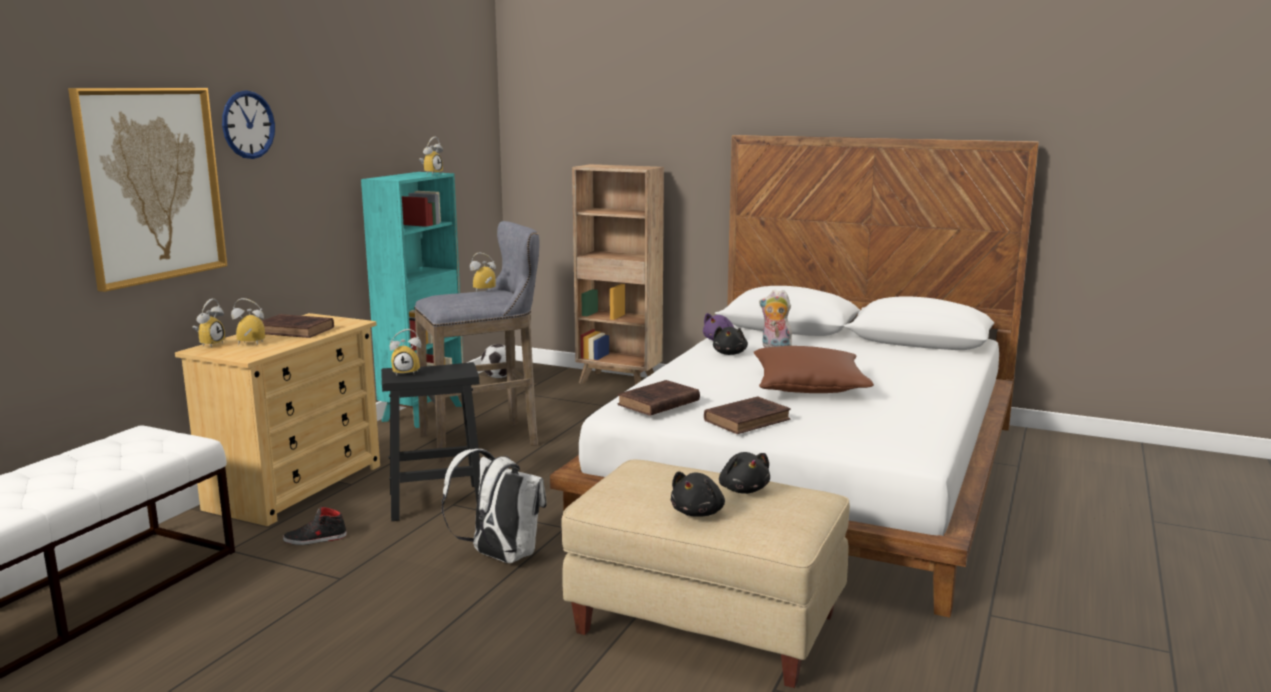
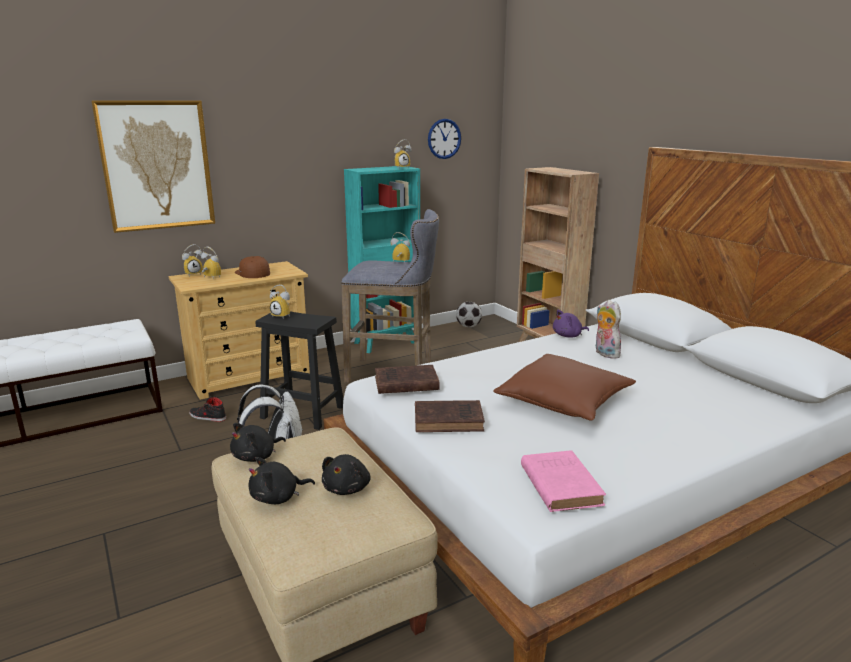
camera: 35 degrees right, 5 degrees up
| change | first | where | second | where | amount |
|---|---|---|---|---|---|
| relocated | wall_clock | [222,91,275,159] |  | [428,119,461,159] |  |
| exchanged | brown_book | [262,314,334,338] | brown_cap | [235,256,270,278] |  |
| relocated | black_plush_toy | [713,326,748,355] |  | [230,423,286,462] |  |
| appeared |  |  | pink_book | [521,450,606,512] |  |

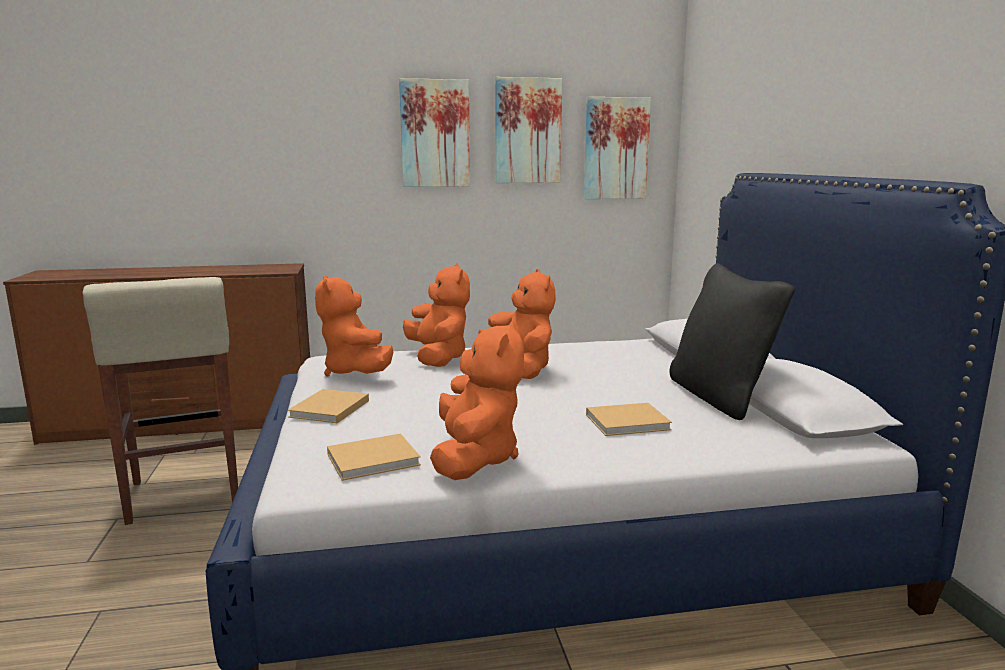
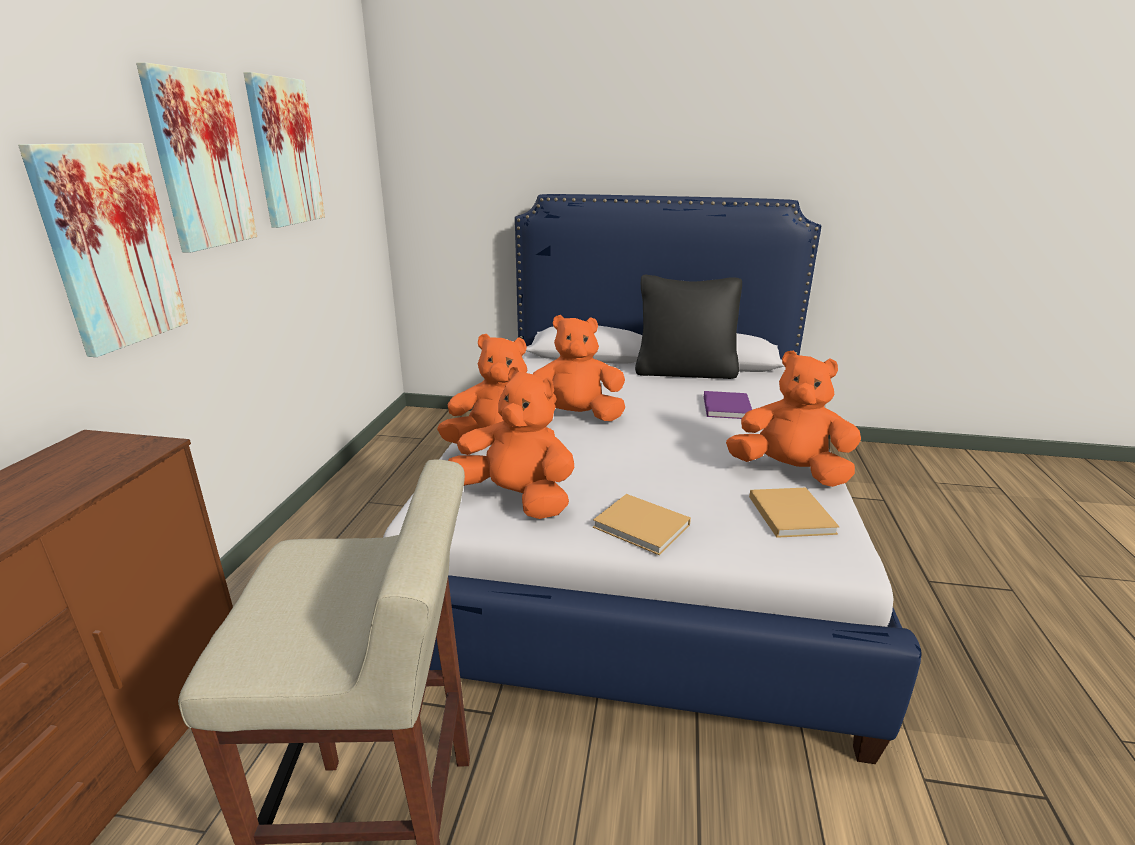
camera: 70 degrees left, 10 degrees up
| change | first | where | second | where | amount |
|---|---|---|---|---|---|
| spun | orange_plush_toy | [315,275,393,376] |  | [448,367,574,519] | 150 degrees counterclockwise |
| relocated | picture | [584,97,651,199] |  | [18,143,188,357] |  |
| colour | beige_book | [586,403,672,436] | purple_book | [704,391,752,419] |  |

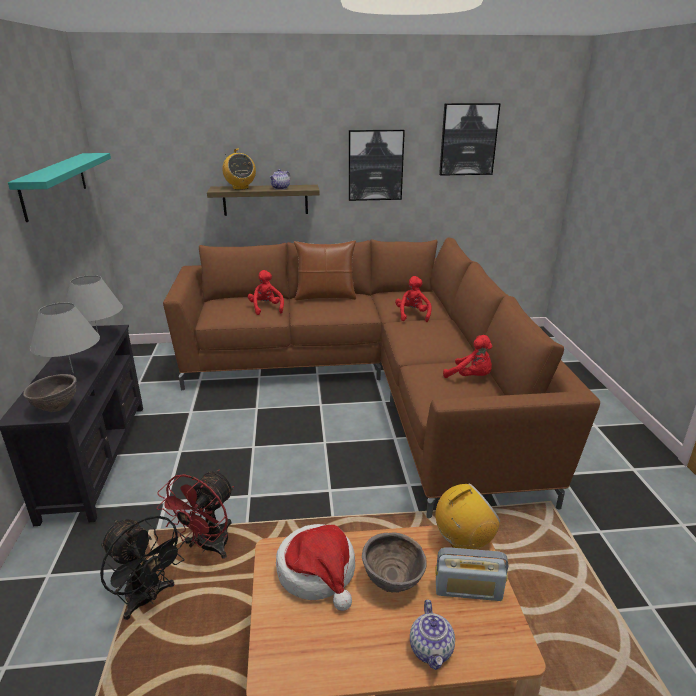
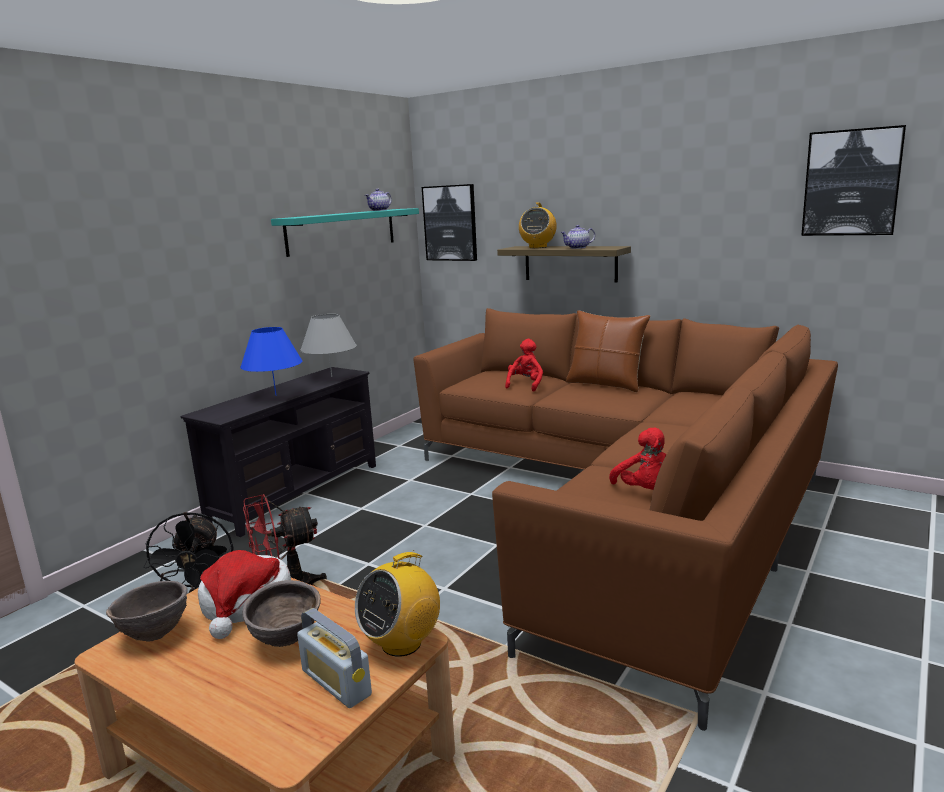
camera: 40 degrees right, 10 degrees down
| change | first | where | second | where | amount |
|---|---|---|---|---|---|
| relocated | brown_bowl | [23,374,77,412] |  | [106,581,188,642] |  |
| colour | grey_table_lamp | [30,302,100,373] | blue_table_lamp | [240,327,303,396] |  |
| relocated | picture | [348,130,405,201] |  | [422,184,477,261] |  |
| missing | red_plush_toy | [395,276,432,322] |  |  |  |
| relocated | teapot | [410,600,455,670] |  | [365,189,392,211] |  |
| spun | radio | [435,483,501,550] |  | [355,550,440,657] | 120 degrees clockwise |

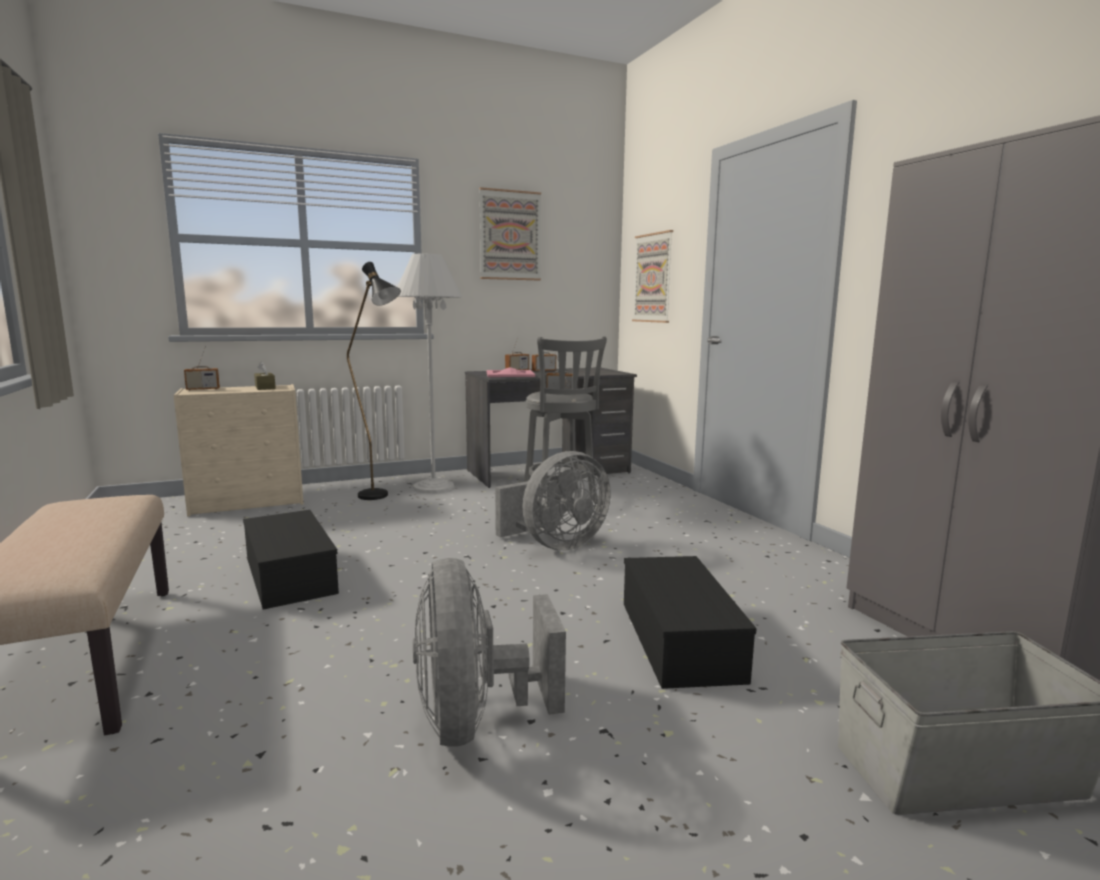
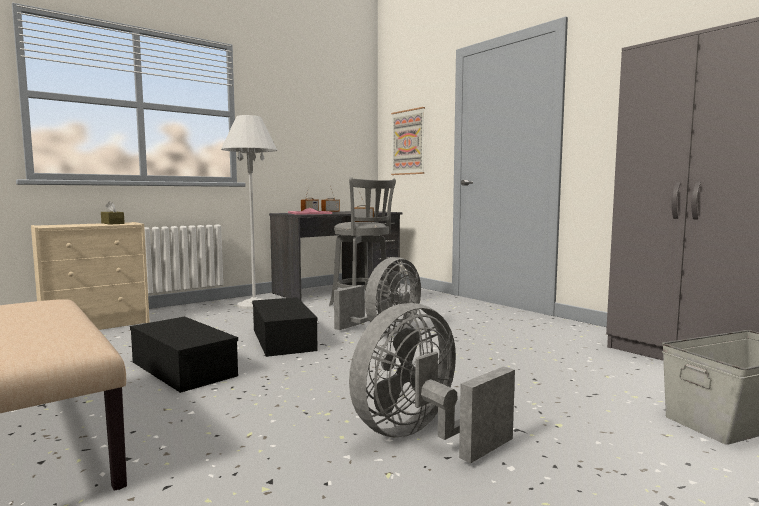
camera: 15 degrees left, 5 degrees down
| change | first | where | second | where | amount |
|---|---|---|---|---|---|
| missing | radio | [184,346,220,390] |  |  |  |
| missing | black_floor_lamp | [347,262,401,500] |  |  |  |
| spun | grey_fan | [413,558,566,747] |  | [349,303,515,463] | 75 degrees clockwise |
| missing | picture | [479,187,541,280] |  |  |  |
| relocated | black_storage_box | [624,556,757,689] |  | [252,297,318,357] |  |

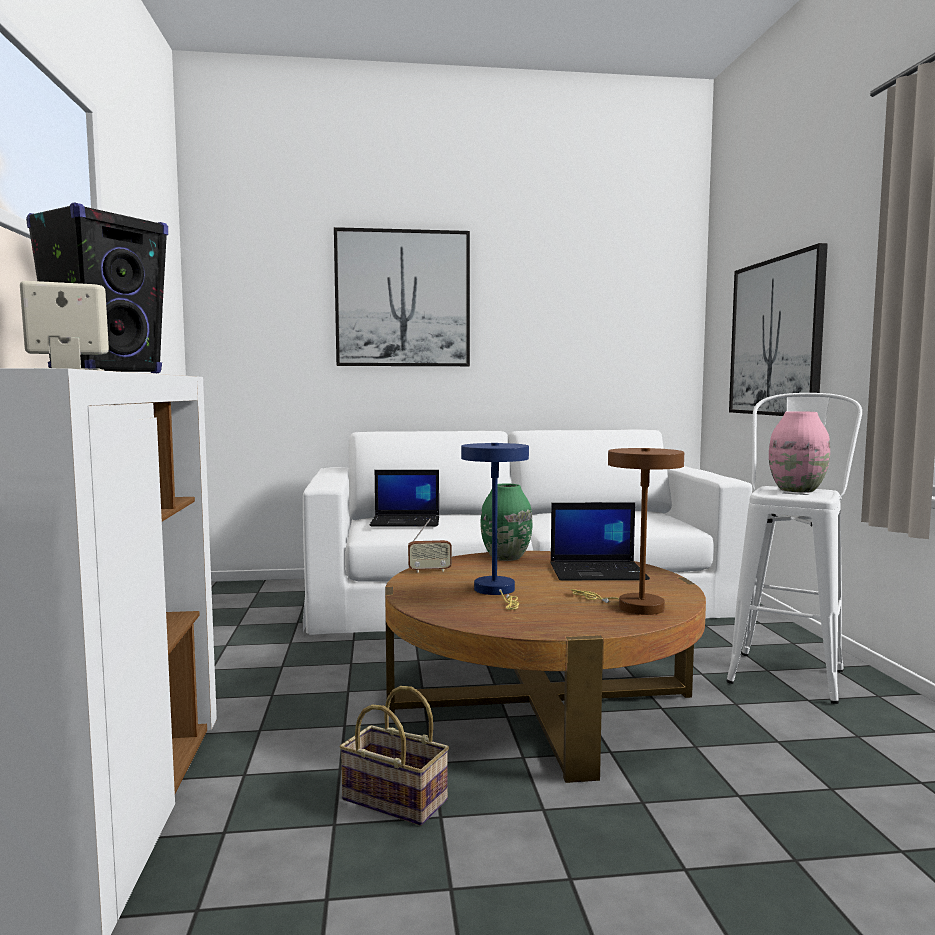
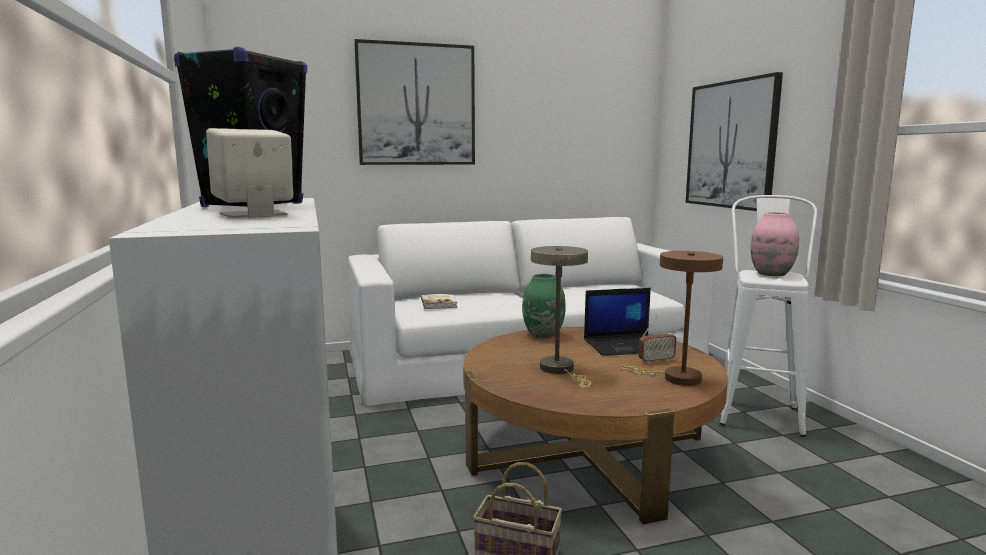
camera: 10 degrees left, 5 degrees up
| change | first | where | second | where | amount |
|---|---|---|---|---|---|
| exchanged | laptop | [370,470,439,527] | book | [421,293,458,309] |  |
| relocated | radio | [408,519,452,573] |  | [639,316,677,364] |  |
| colour | blue_table_lamp | [461,443,529,610] | beige_table_lamp | [531,246,591,388] |  |

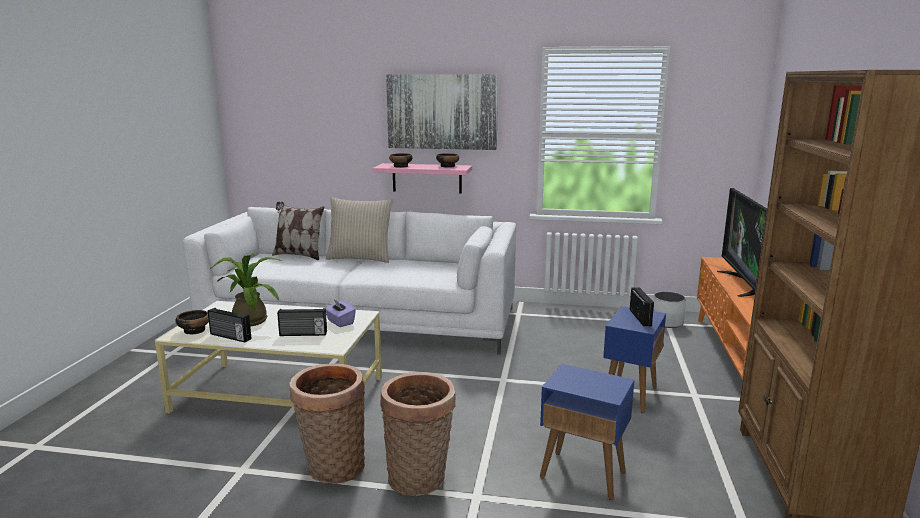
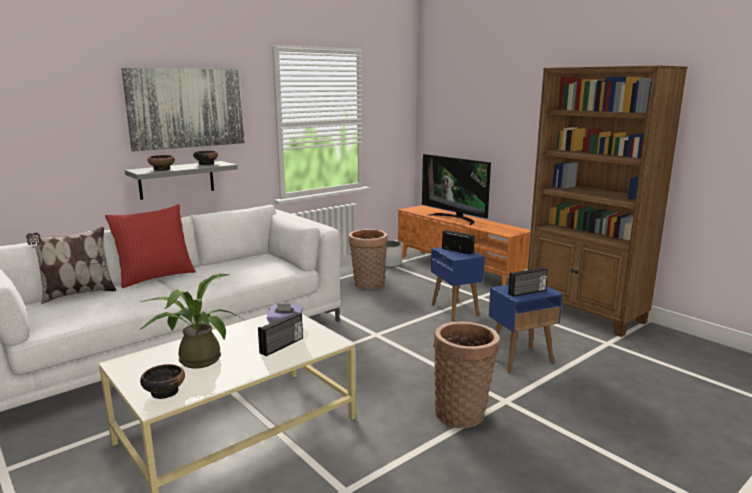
camera: 50 degrees left, 0 degrees up
| change | first | where | second | where | amount |
|---|---|---|---|---|---|
| relocated | radio | [208,308,251,343] |  | [508,267,548,297] |  |
| relocated | basket | [289,363,365,484] |  | [348,229,388,289] |  |
| colour | beige_pillow | [326,198,393,263] | red_pillow | [105,204,196,288] |  |
| colour | pink_shelf | [372,163,472,194] | grey_shelf | [125,161,238,200] |  |

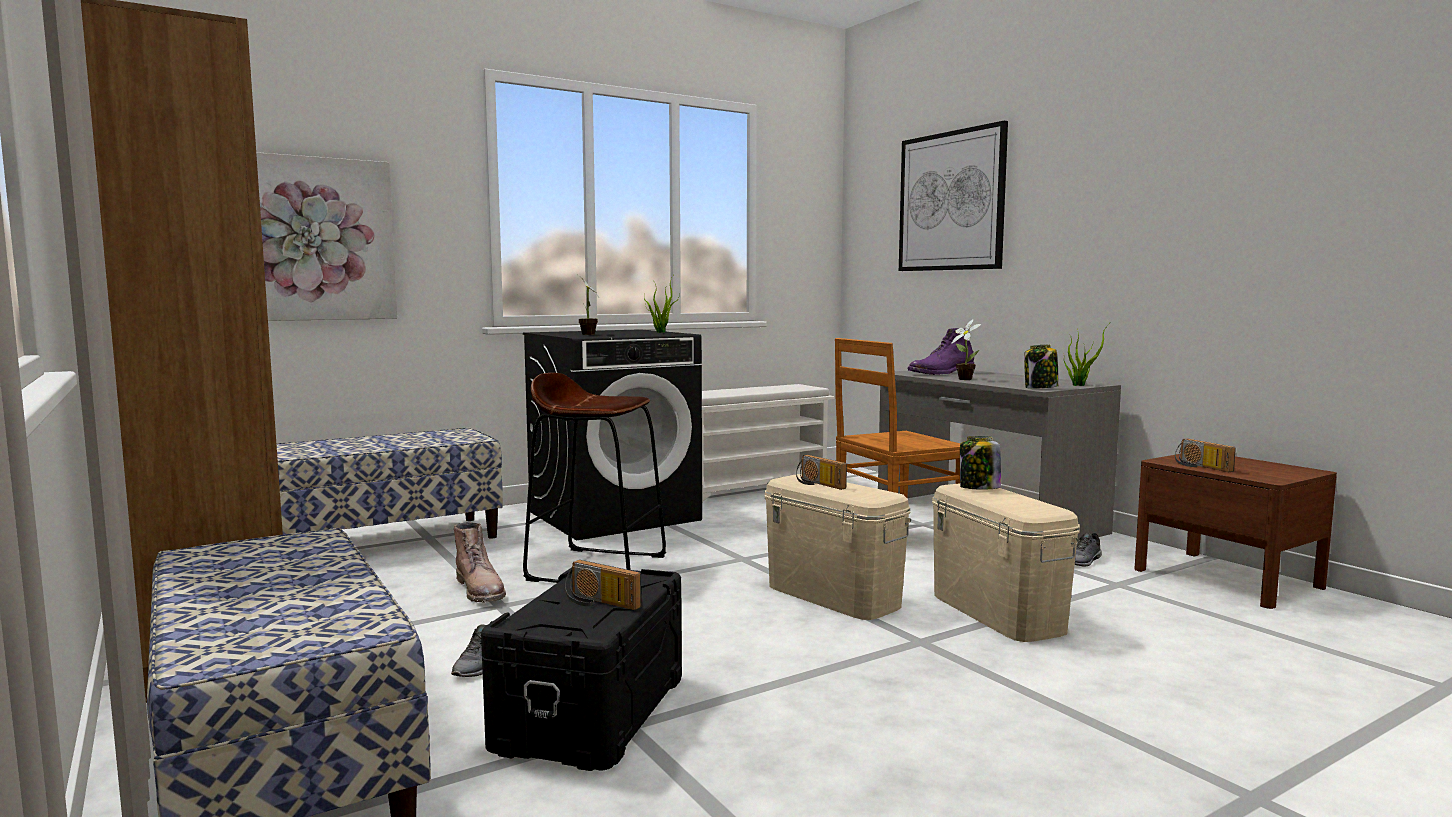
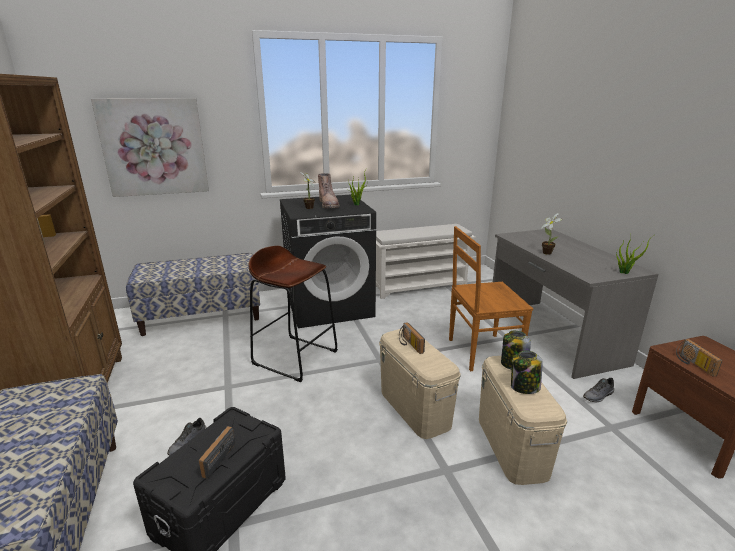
camera: 15 degrees right, 15 degrees up
| change | first | where | second | where | amount |
|---|---|---|---|---|---|
| relocated | brown_boot | [454,522,506,603] |  | [318,173,340,208] |  |
| spun | radio | [565,560,641,610] |  | [199,426,235,479] | 60 degrees clockwise |
| missing | picture | [899,121,1008,271] |  |  |  |
| missing | purple_boot | [908,328,975,375] |  |  |  |
| relocated | jar | [1024,344,1059,389] |  | [511,351,542,394] |  |

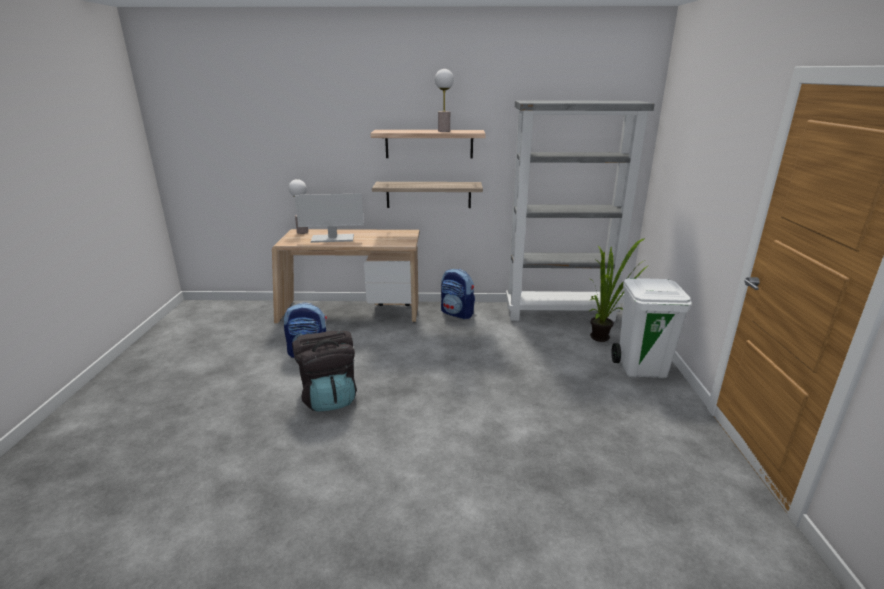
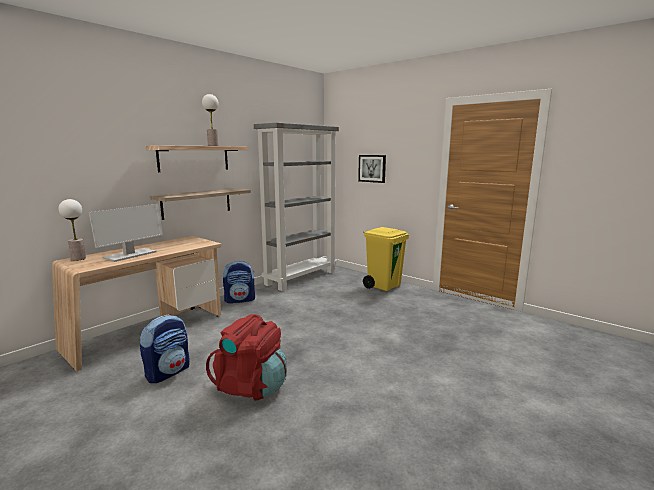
camera: 50 degrees left, 10 degrees down
| change | first | where | second | where | amount |
|---|---|---|---|---|---|
| colour | black_backpack | [292,331,357,411] | red_backpack | [206,314,287,400] |  |
| missing | potted_plant | [589,238,649,342] |  |  |  |
| colour | white_trash_can | [611,278,692,378] | yellow_trash_can | [363,227,409,291] |  |
| appeared |  |  | picture | [358,155,386,183] |  |

